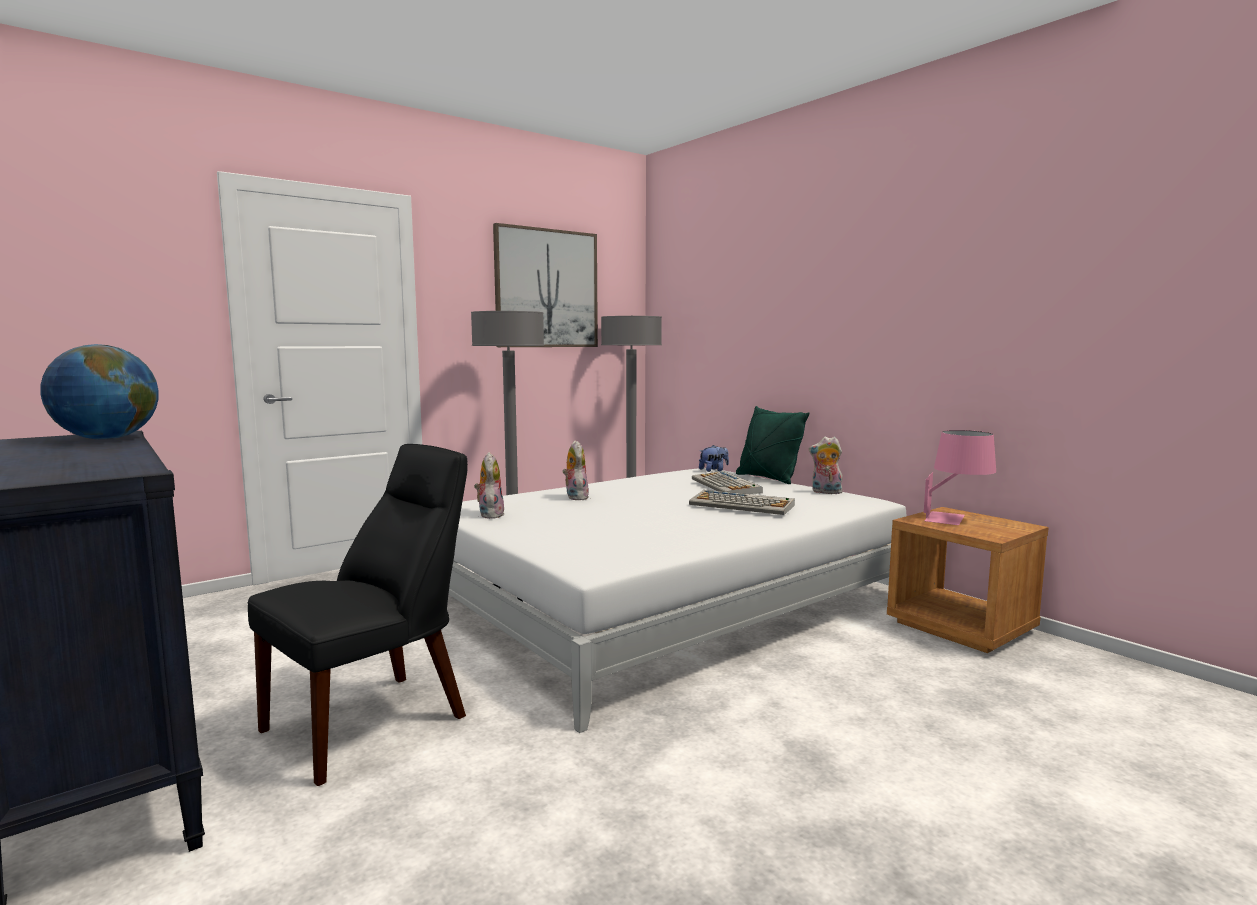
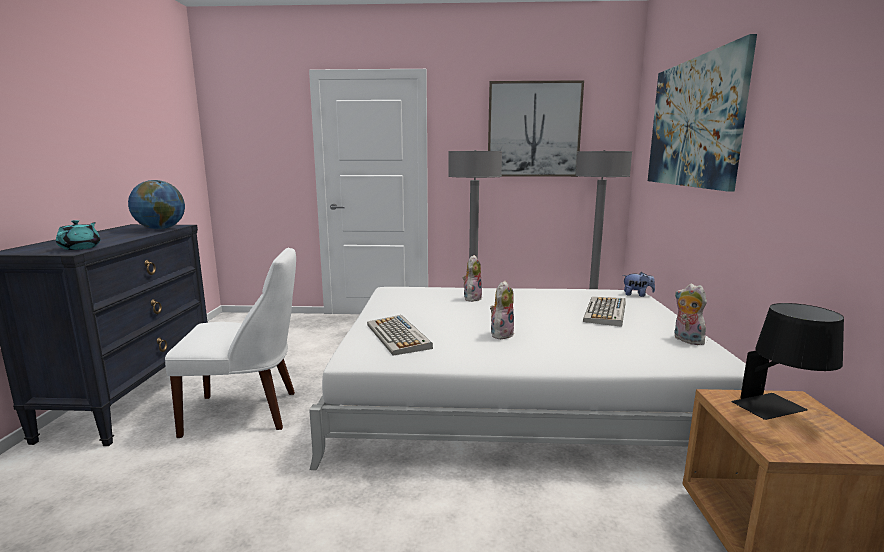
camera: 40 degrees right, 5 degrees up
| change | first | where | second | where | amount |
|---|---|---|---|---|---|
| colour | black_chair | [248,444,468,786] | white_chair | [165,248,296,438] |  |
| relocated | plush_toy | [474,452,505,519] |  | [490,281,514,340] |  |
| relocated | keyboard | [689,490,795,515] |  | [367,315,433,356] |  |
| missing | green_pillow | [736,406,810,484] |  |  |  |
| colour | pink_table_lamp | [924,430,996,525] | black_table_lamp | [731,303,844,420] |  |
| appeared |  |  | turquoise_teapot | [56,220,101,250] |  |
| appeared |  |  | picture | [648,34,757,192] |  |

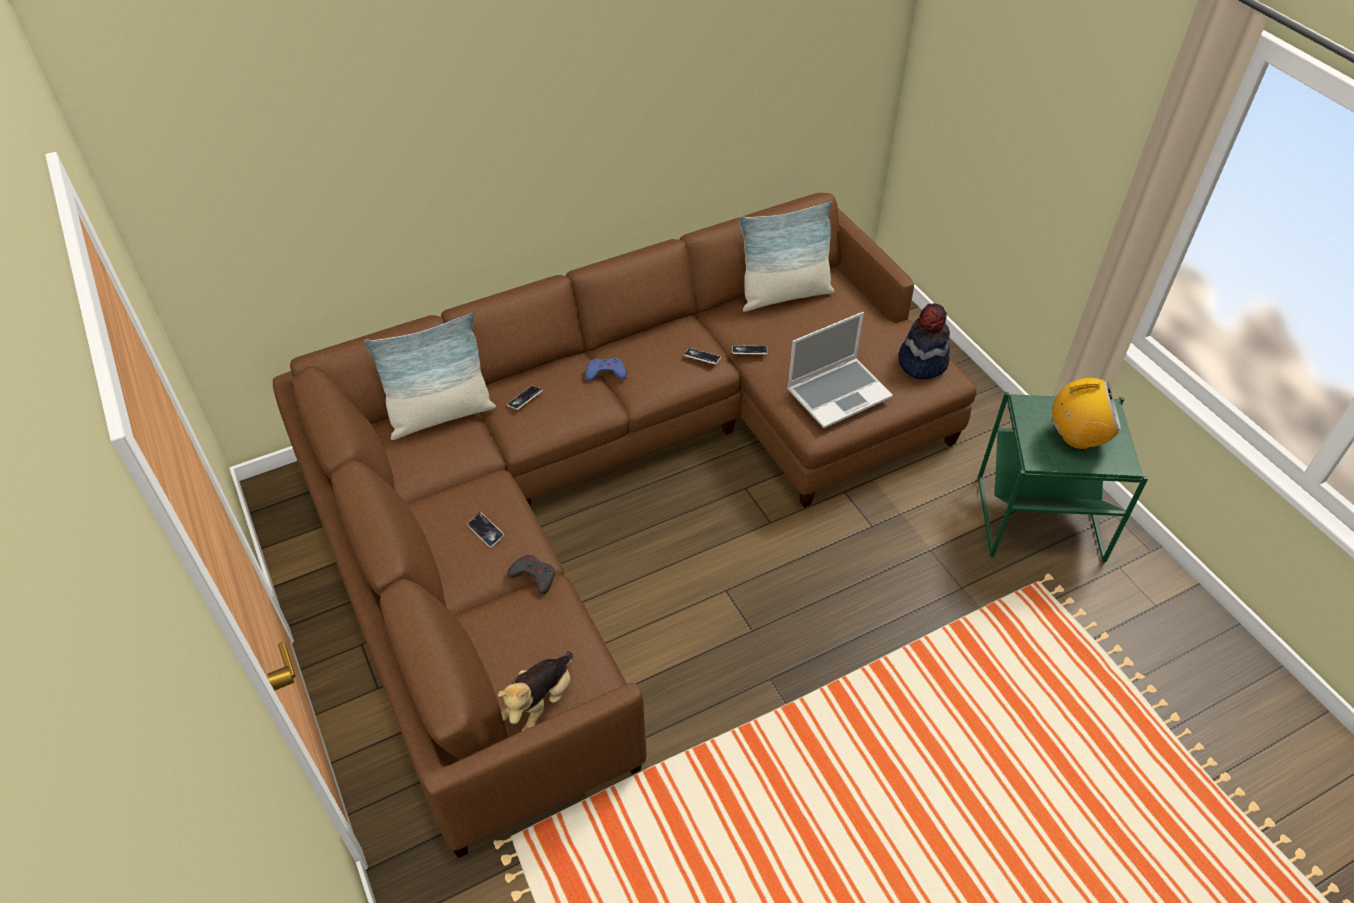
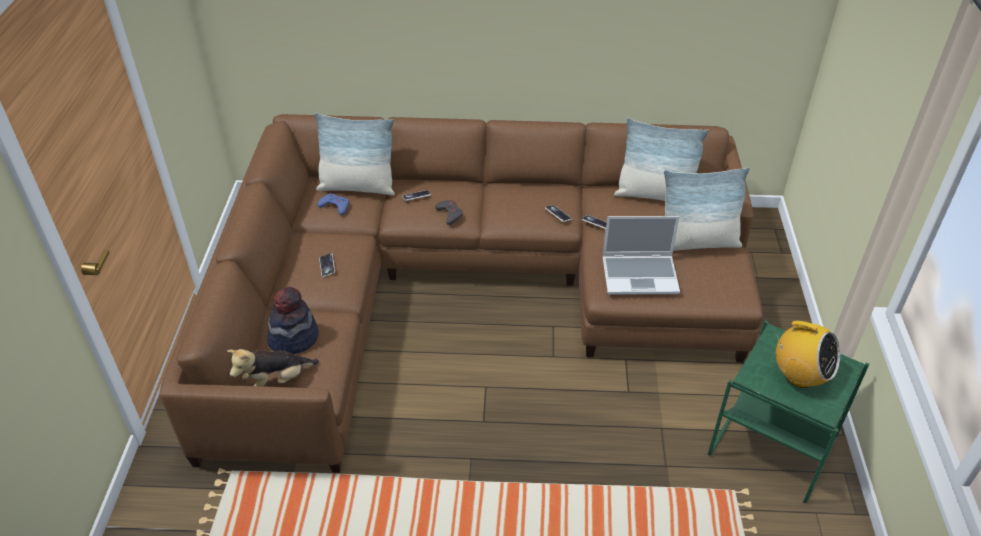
camera: 30 degrees right, 5 degrees down
| change | first | where | second | where | amount |
|---|---|---|---|---|---|
| relocated | grey_game_controller | [507,555,555,594] |  | [435,200,463,225] |  |
| relocated | blue_game_controller | [585,358,627,381] |  | [317,193,349,215] |  |
| relocated | hat | [898,303,950,379] |  | [267,287,319,354] |  |
| appeared |  |  | pillow | [664,167,750,251] |  |

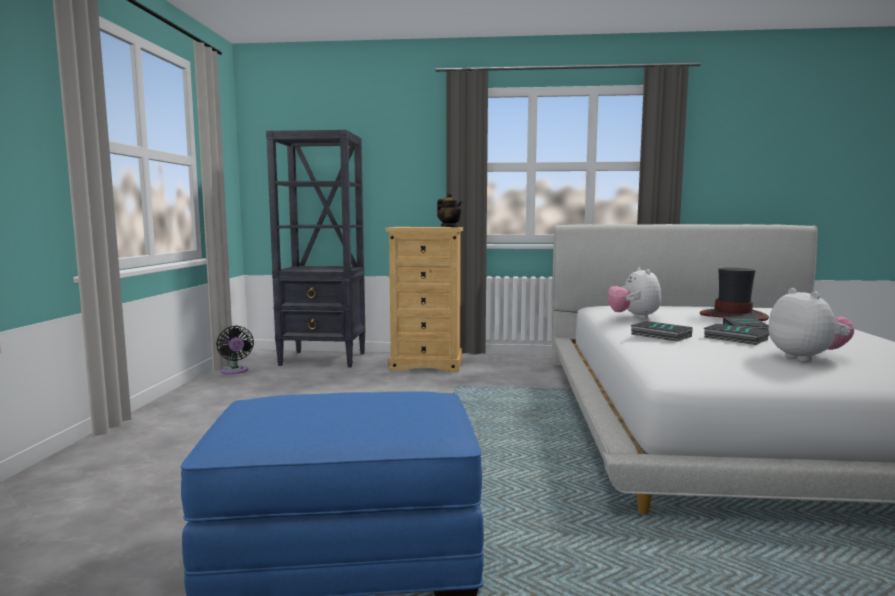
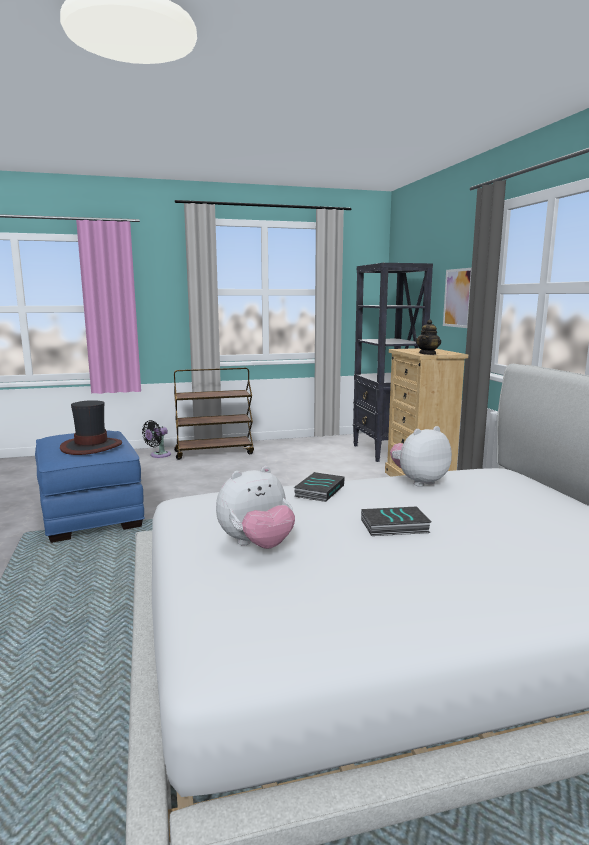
camera: 70 degrees right, 5 degrees up
| change | first | where | second | where | amount |
|---|---|---|---|---|---|
| relocated | black_fan | [216,326,254,374] |  | [142,420,171,458] |  |
| relocated | hat | [700,268,769,321] |  | [60,400,122,455] |  |
| missing | book | [704,324,769,345] |  |  |  |
| appeared |  |  | brown_cart | [174,368,254,460] |  |
| appeared |  |  | picture | [443,268,472,328] |  |

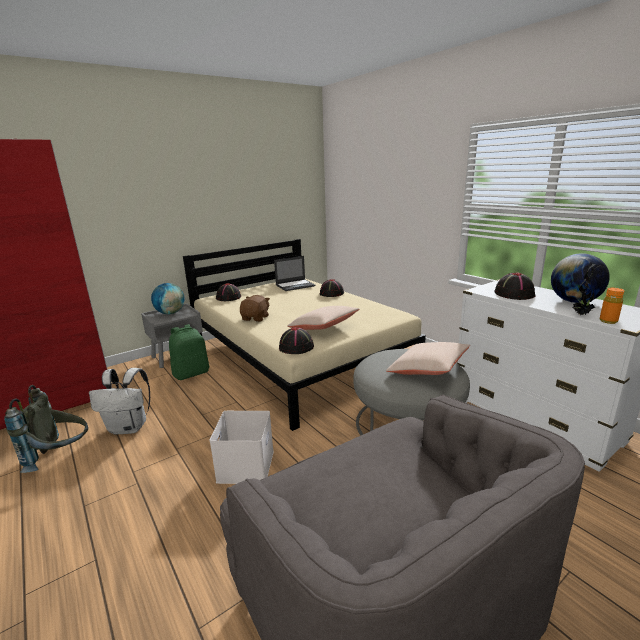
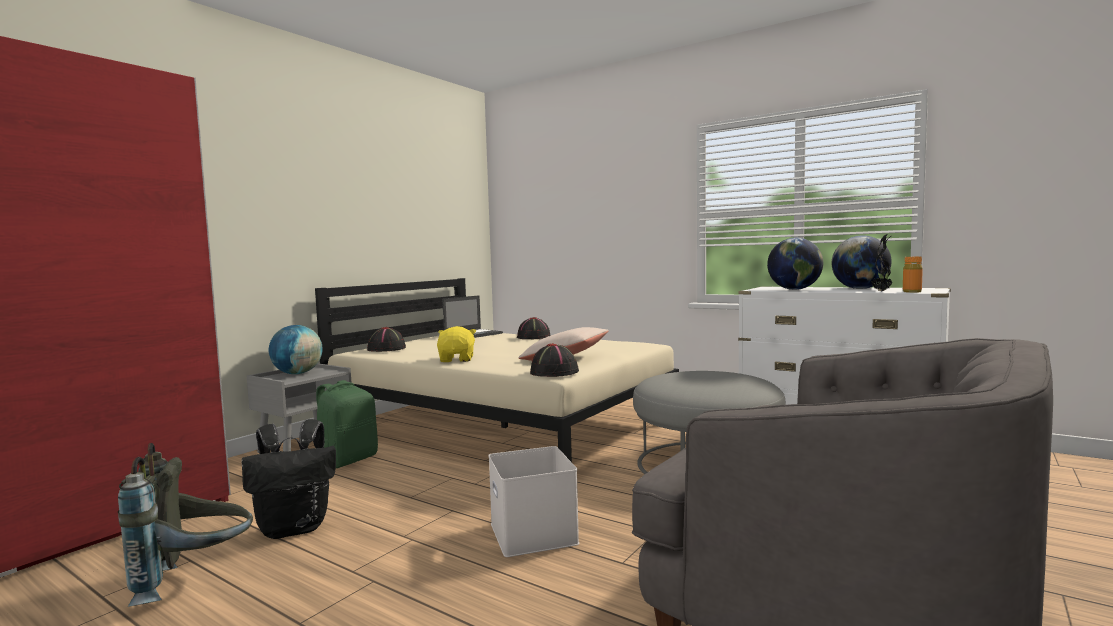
camera: 20 degrees left, 15 degrees down
| change | first | where | second | where | amount |
|---|---|---|---|---|---|
| colour | white_backpack | [89,368,150,435] | black_backpack | [241,419,336,539] |  |
| colour | brown_plush_toy | [240,295,270,322] | yellow_plush_toy | [437,326,476,362] |  |
| missing | beige_pillow | [386,342,470,375] |  |  |  |
| exchanged | black_hat | [494,272,536,300] | globe | [767,238,823,290] |  |

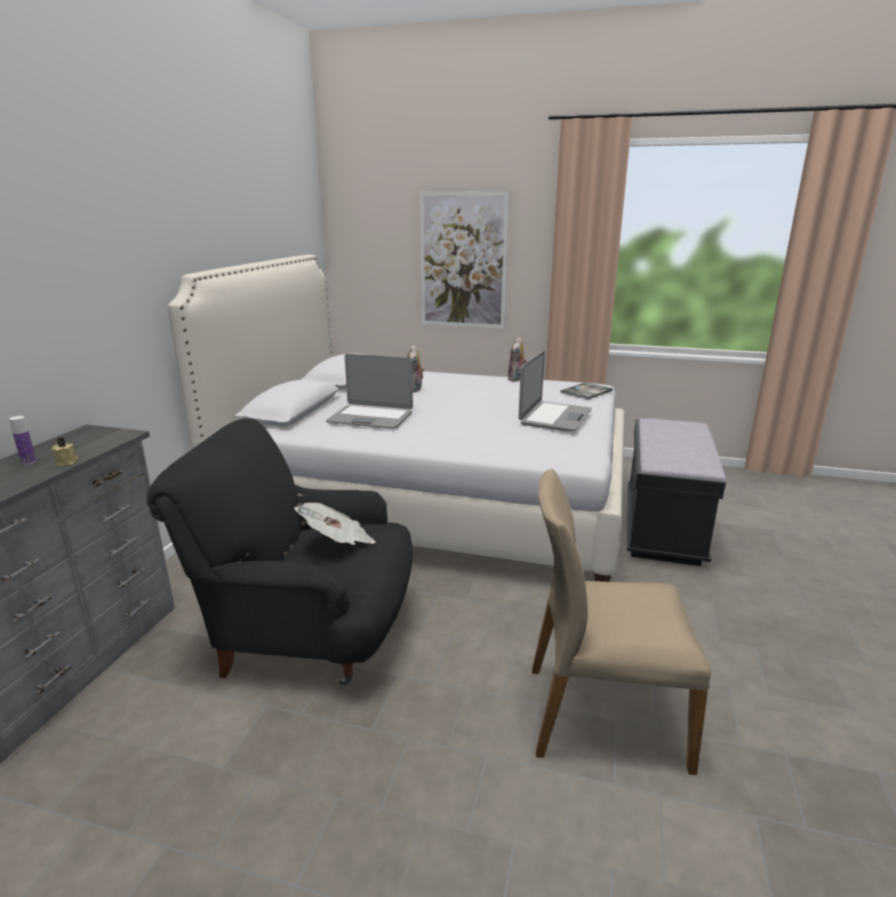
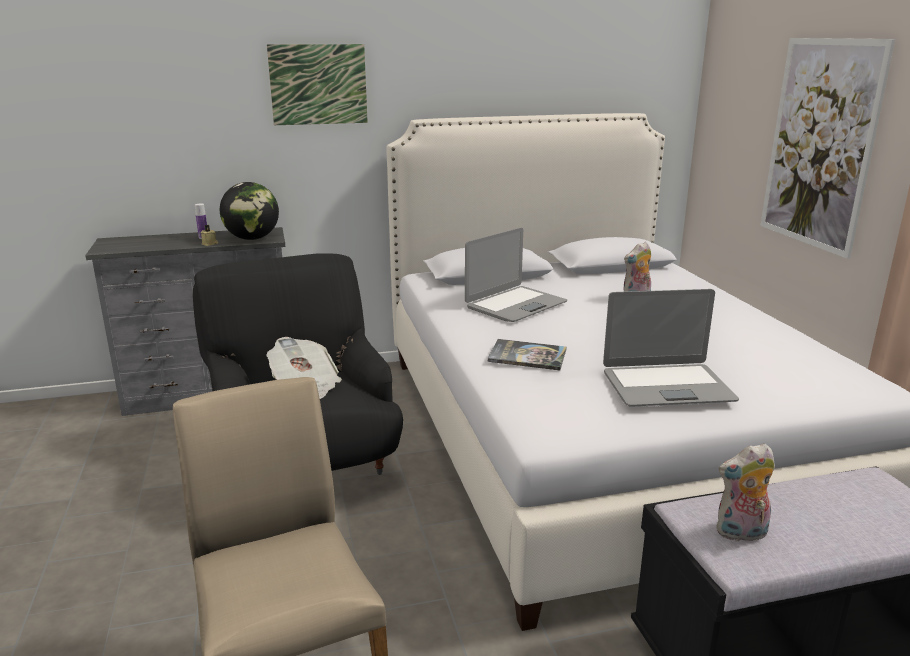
camera: 60 degrees right, 0 degrees up
| change | first | where | second | where | amount |
|---|---|---|---|---|---|
| spun | laptop | [326,354,413,429] |  | [465,228,567,322] | 120 degrees counterclockwise |
| relocated | plush_toy | [508,337,527,382] |  | [716,444,775,544] |  |
| relocated | book | [560,382,613,399] |  | [488,339,567,370] |  |
| appeared |  |  | globe | [220,182,279,240] |  |
| appeared |  |  | picture | [267,44,368,125] |  |

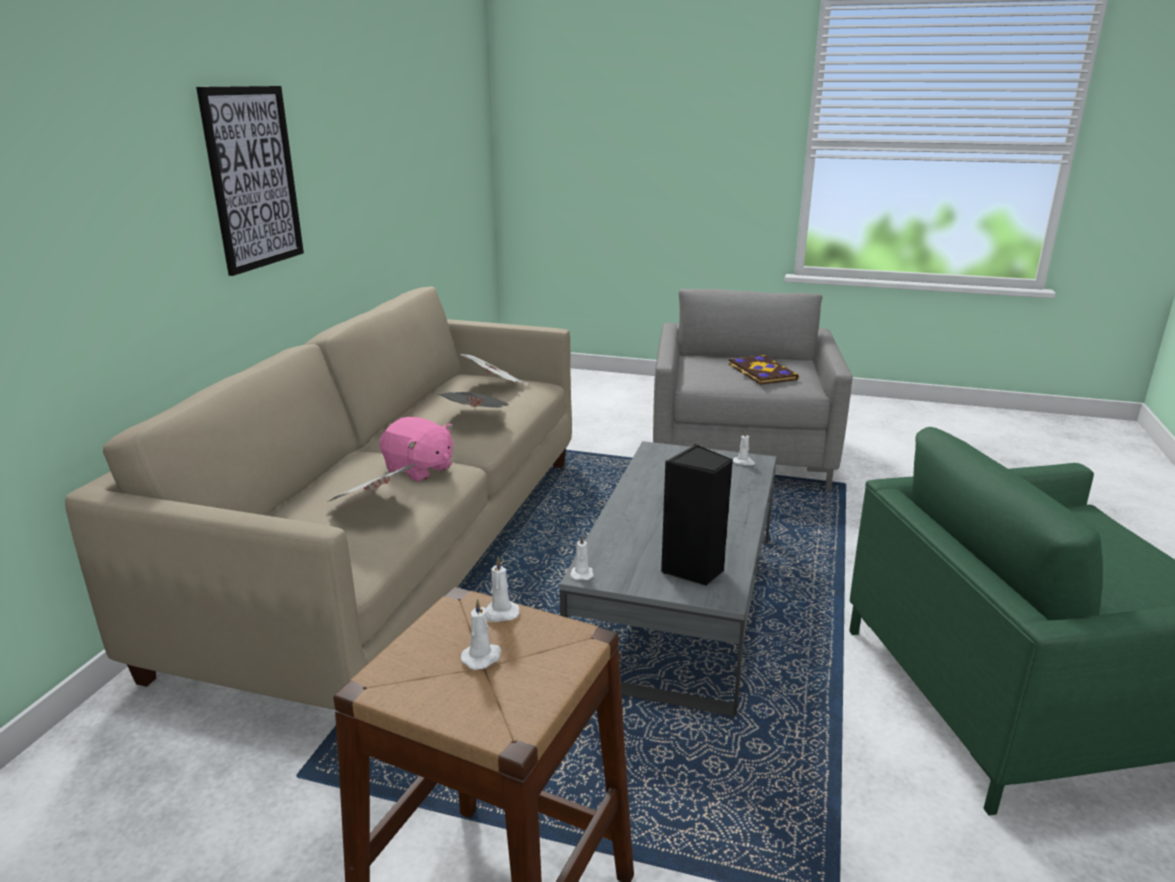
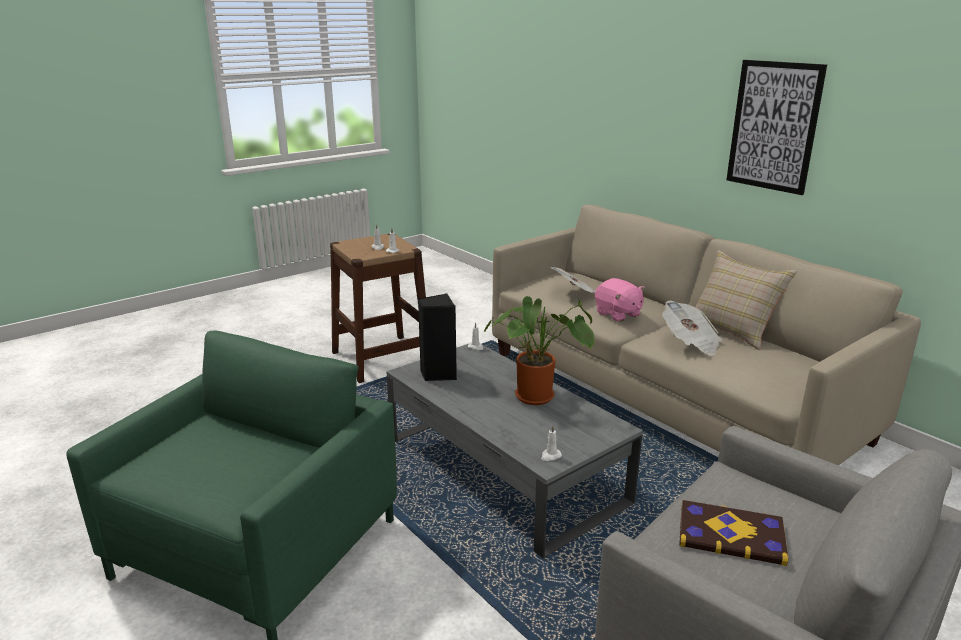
camera: 125 degrees right, 0 degrees up
| change | first | where | second | where | amount |
|---|---|---|---|---|---|
| spun | pink_plush_toy | [380,417,453,482] |  | [595,278,645,322] | 105 degrees counterclockwise |
| missing | newspaper | [460,354,528,384] |  |  |  |
| appeared |  |  | potted_plant | [484,296,595,405] |  |
| appeared |  |  | beige_pillow | [695,250,798,350] |  |

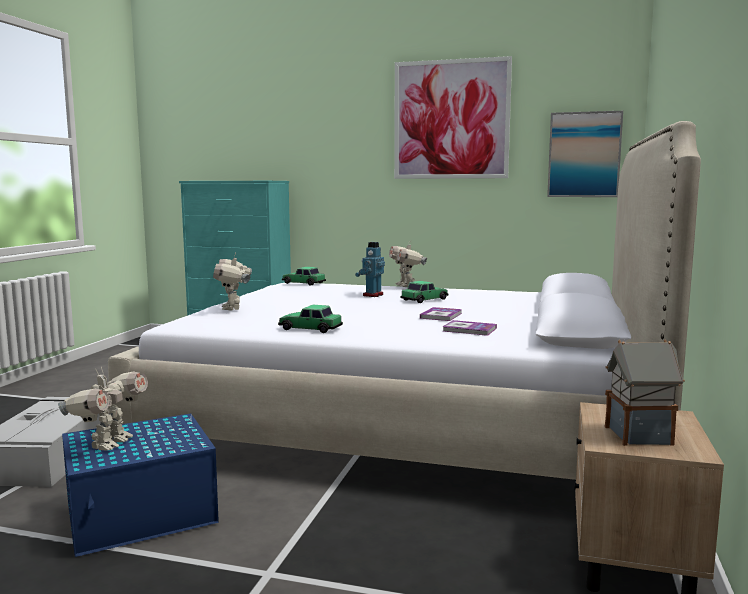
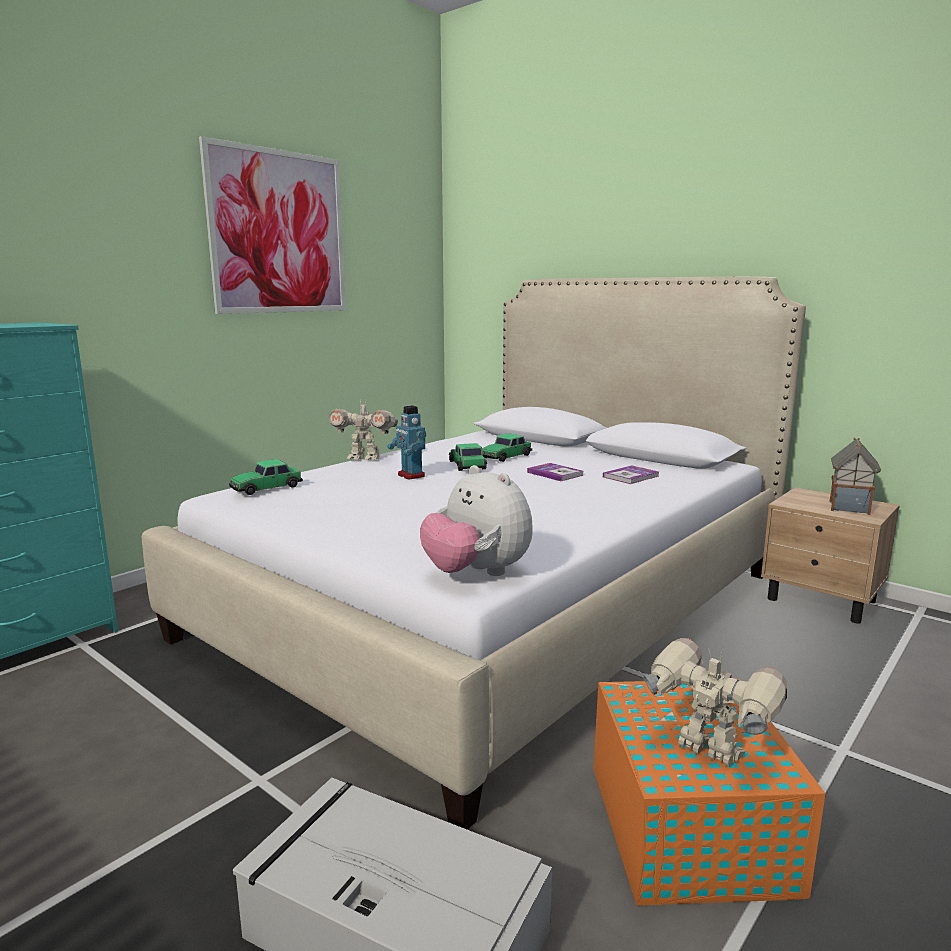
camera: 65 degrees left, 5 degrees up
| change | first | where | second | where | amount |
|---|---|---|---|---|---|
| colour | blue_storage_box | [62,413,219,557] | orange_storage_box | [593,679,826,906] |  |
| missing | toy_robot | [213,253,252,311] |  |  |  |
| relocated | toy_car | [278,305,343,333] |  | [482,433,532,462] |  |
| missing | picture | [547,111,623,197] |  |  |  |
| appeared |  |  | plush_toy | [420,465,533,576] |  |

